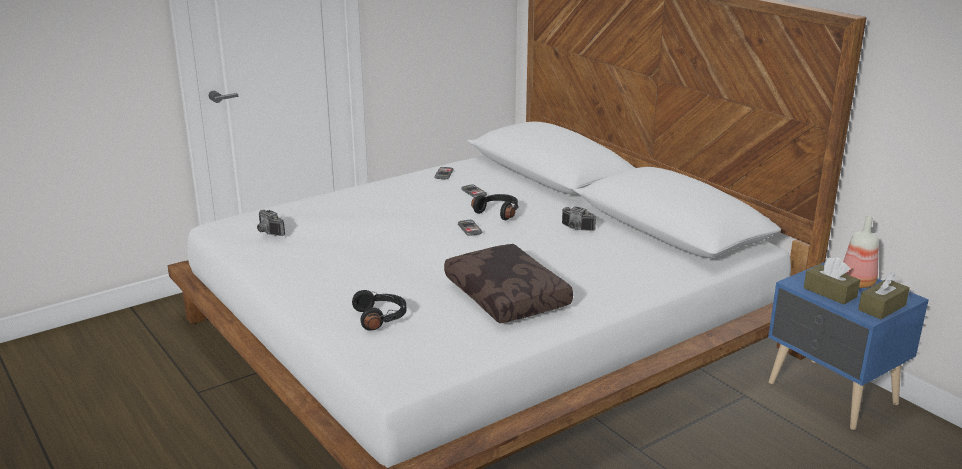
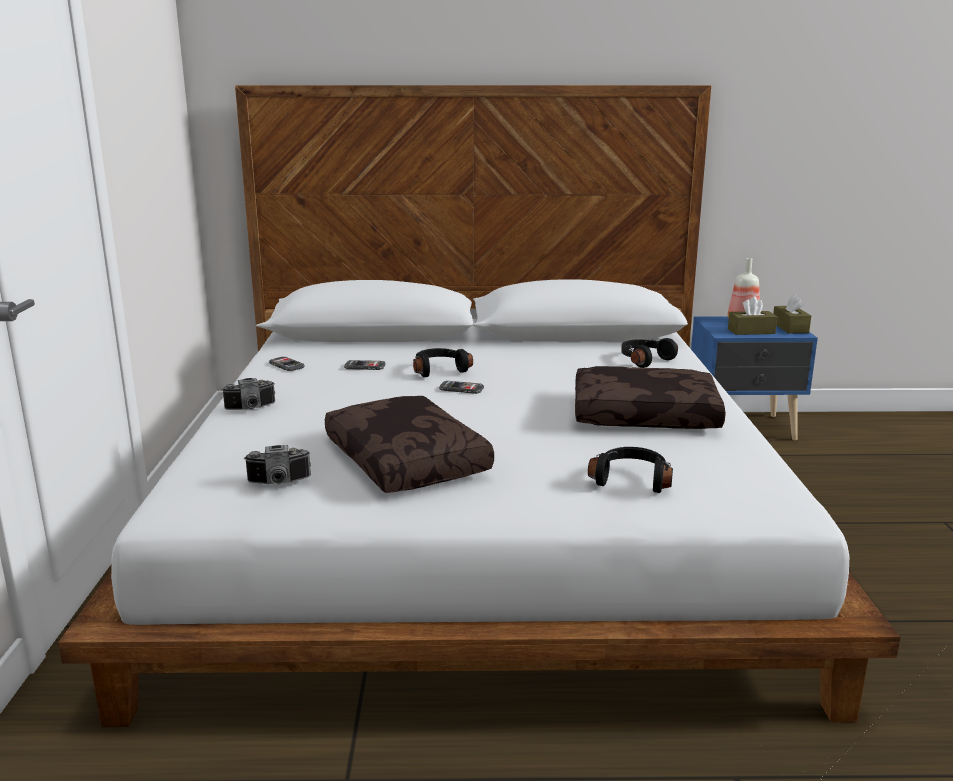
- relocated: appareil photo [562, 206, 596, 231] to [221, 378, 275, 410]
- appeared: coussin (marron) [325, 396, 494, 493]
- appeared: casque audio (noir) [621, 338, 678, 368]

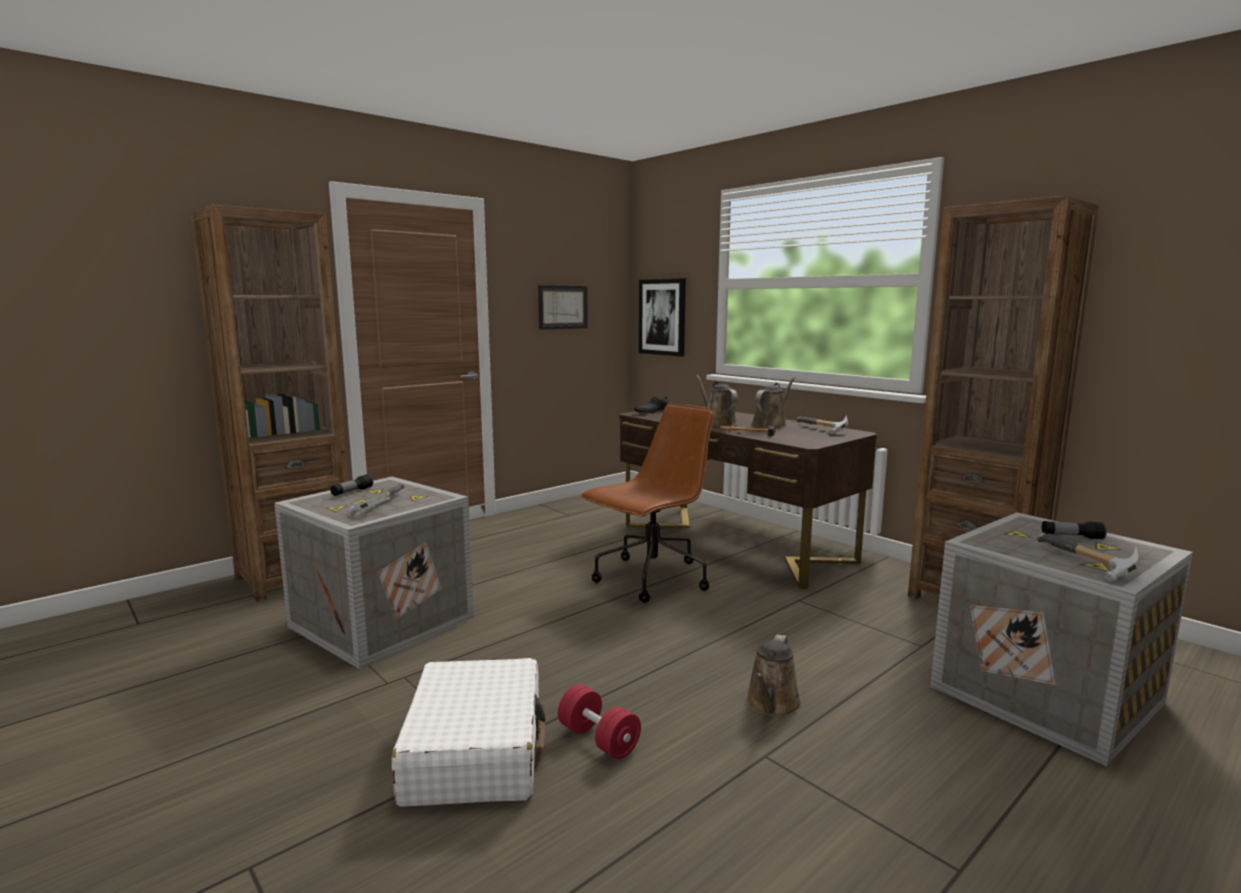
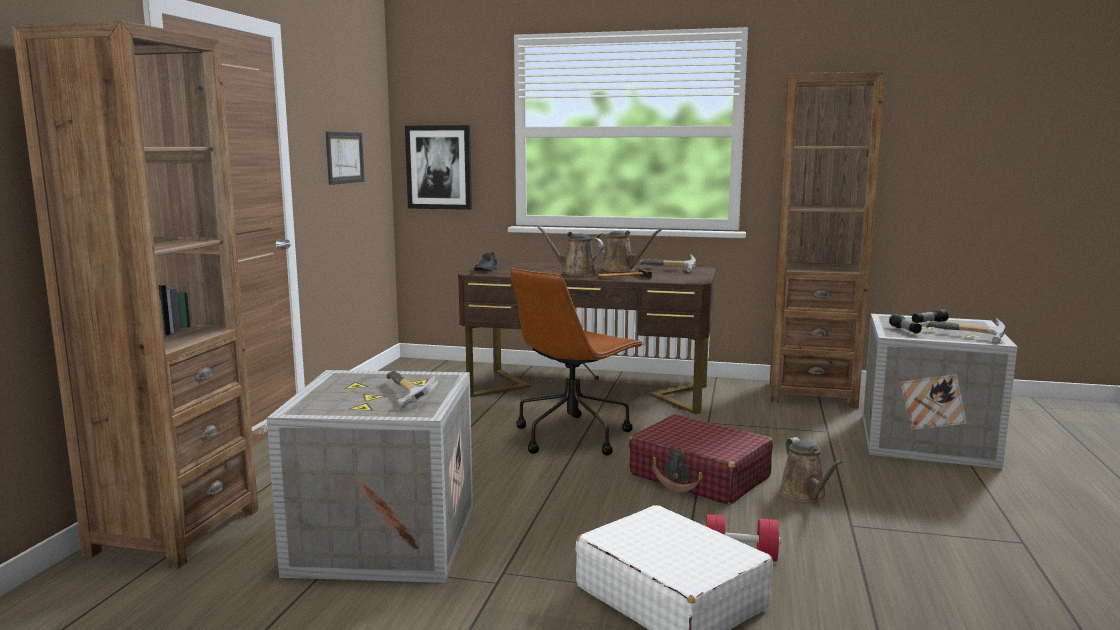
- relocated: lampe de poche [330, 474, 373, 496] to [889, 314, 922, 334]
- spun: chaise de bureau (marron) [580, 404, 714, 603] = [510, 268, 644, 455] 150 degrees counterclockwise
- spun: arrosoir (marron) [751, 377, 796, 428] = [595, 229, 662, 272] 120 degrees clockwise
- appeared: valise (rouge) [629, 414, 773, 505]

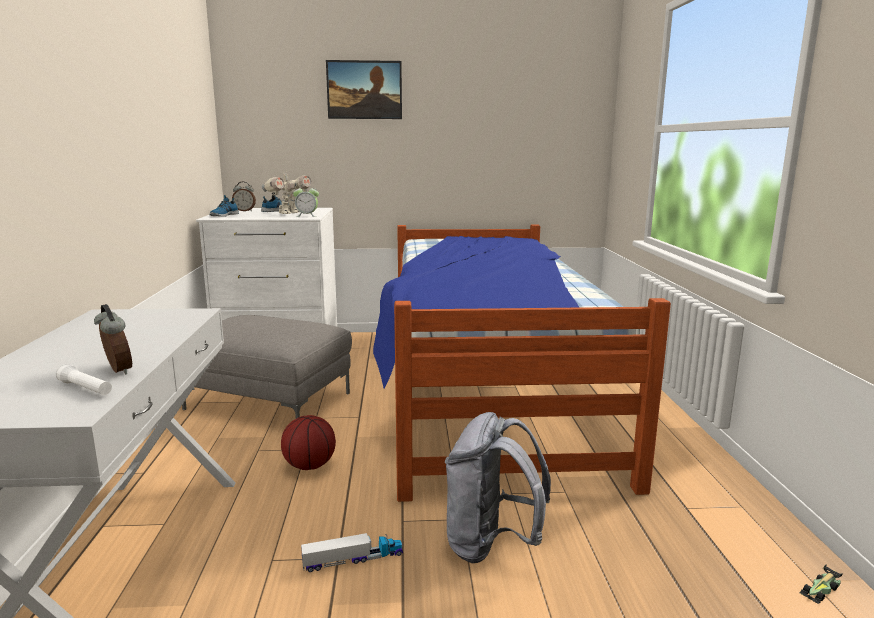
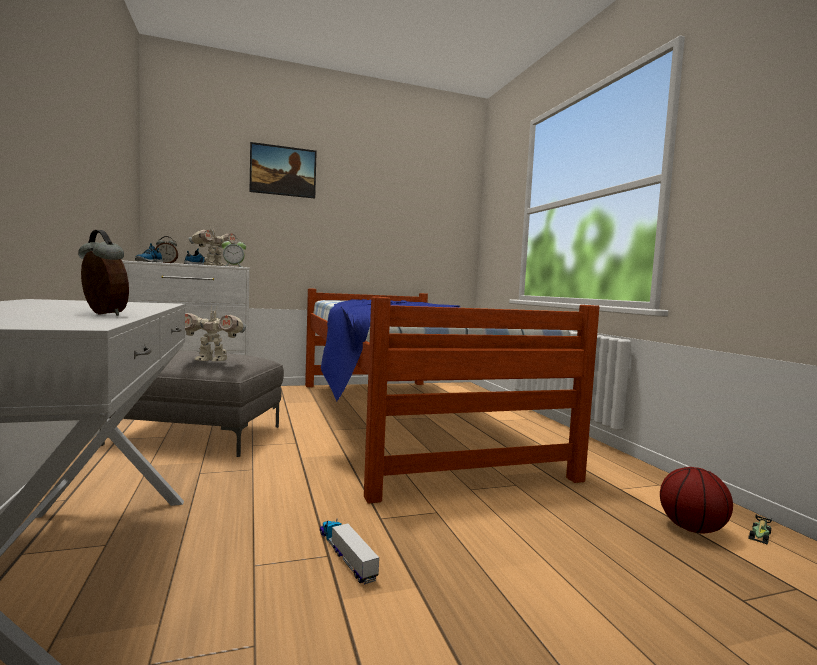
- missing: lampe de poche (blanc) [56, 364, 112, 395]
- relocated: ballon de basket [281, 415, 336, 470] to [660, 467, 733, 534]
- spun: camion jouet [301, 533, 403, 572] = [320, 518, 379, 585] 90 degrees counterclockwise
- missing: sac à dos (gris) [445, 412, 551, 563]
- appeared: robot jouet [185, 307, 246, 361]

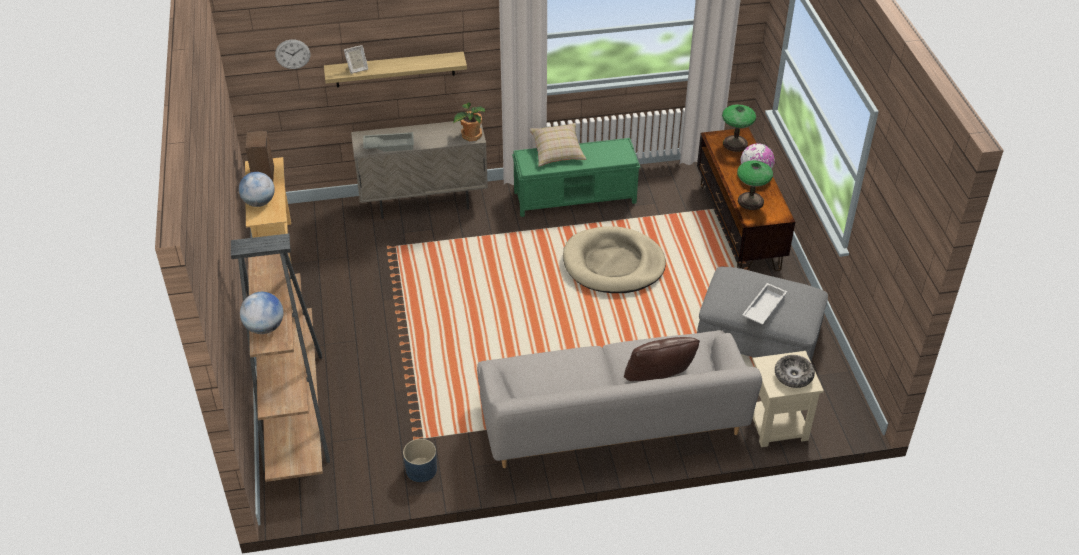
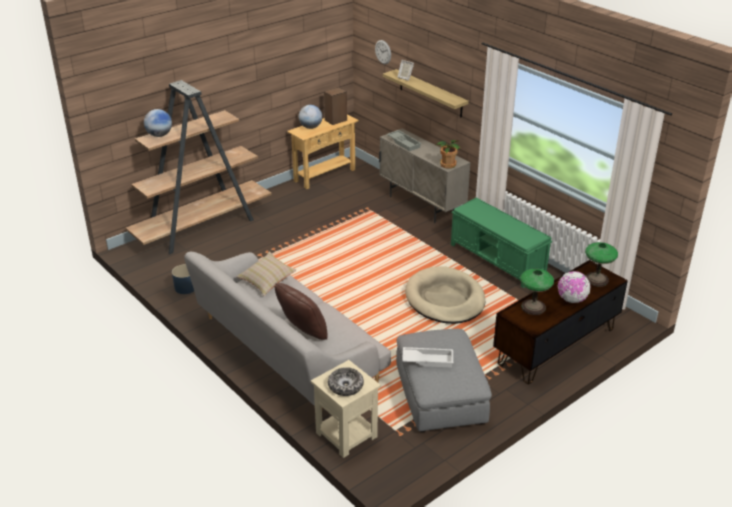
- relocated: coussin (beige) [529, 123, 586, 166] to [236, 251, 296, 296]

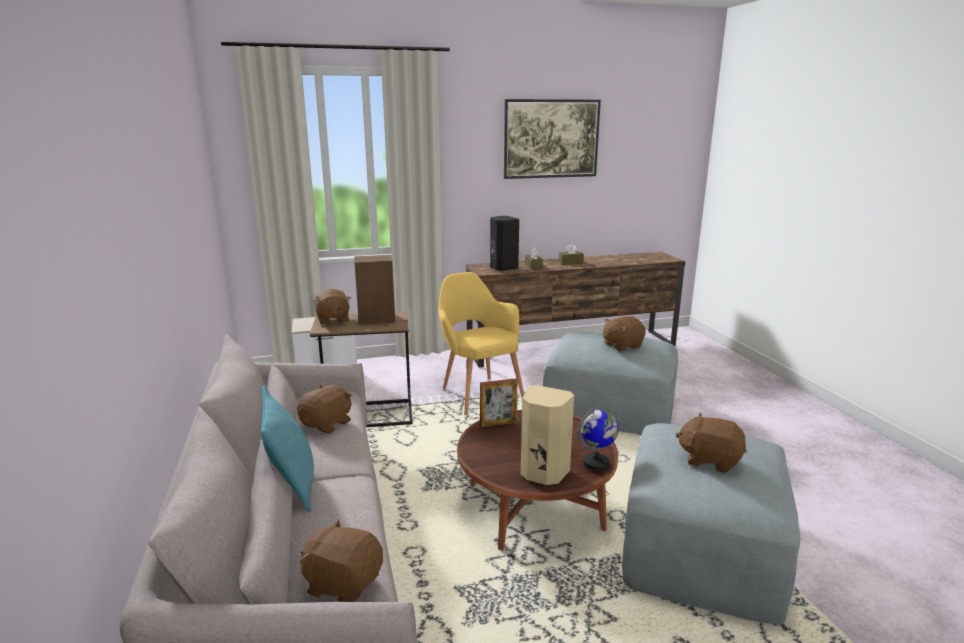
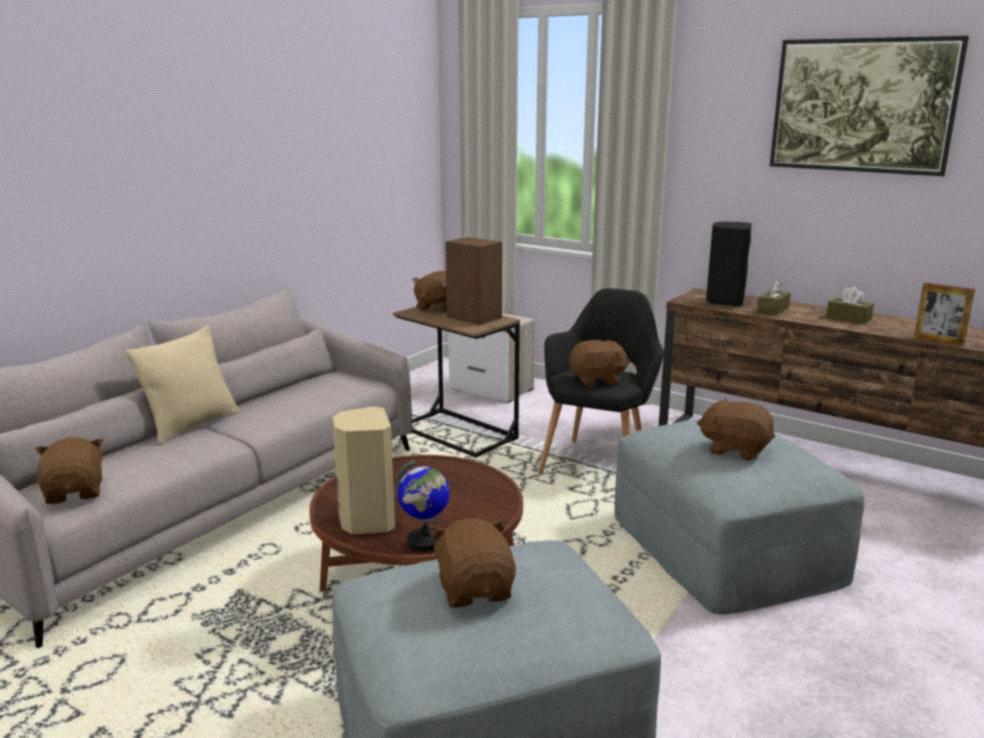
- colour: coussin (turquoise) [261, 385, 314, 512] to coussin (beige) [126, 326, 240, 445]
- relocated: peluche (marron) [297, 385, 352, 434] to [569, 340, 630, 387]
- colour: fauteuil (jaune) [438, 272, 524, 415] to fauteuil (noir) [538, 288, 664, 474]
- relocated: cadre photo [480, 379, 517, 427] to [914, 283, 975, 346]

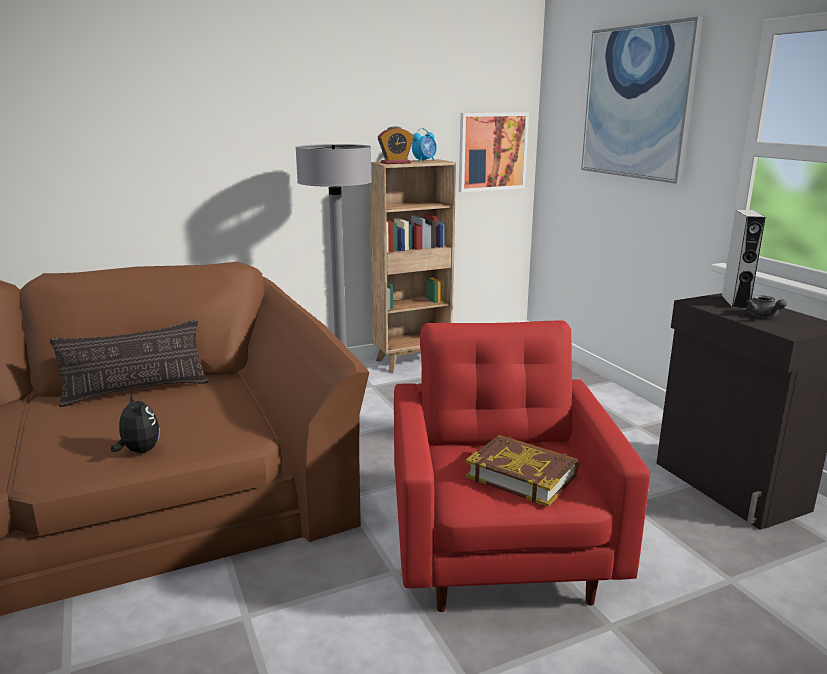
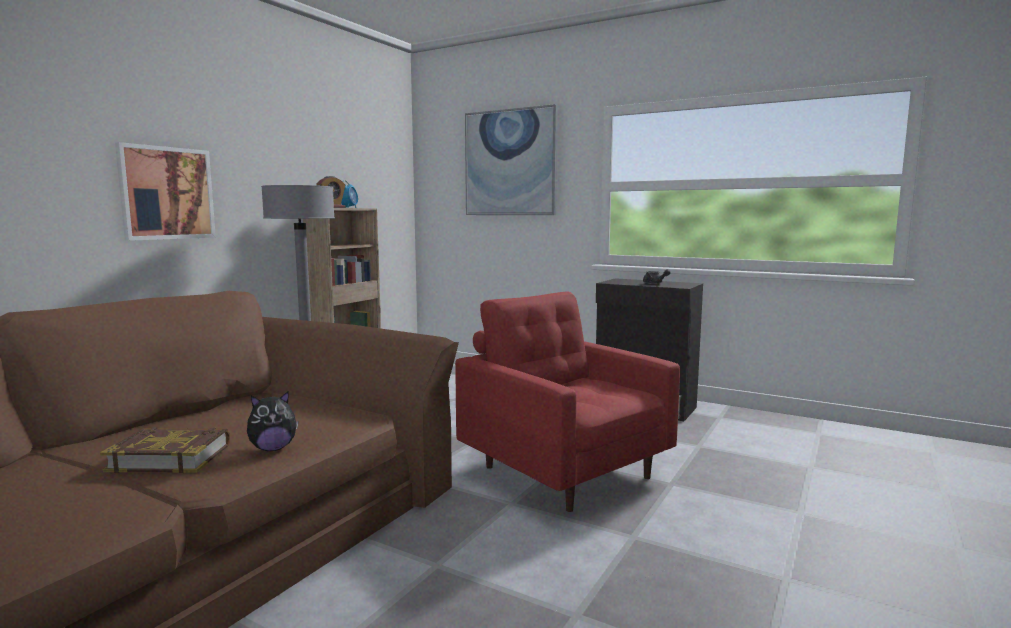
- missing: coussin [50, 319, 209, 407]
- spun: peluche [111, 393, 160, 453] = [247, 392, 299, 451] 135 degrees clockwise
- relocated: tableau [459, 112, 529, 192] to [115, 142, 216, 241]
- relocated: livre [466, 435, 579, 507] to [100, 427, 230, 473]
- missing: enceinte (gris) [722, 210, 766, 309]

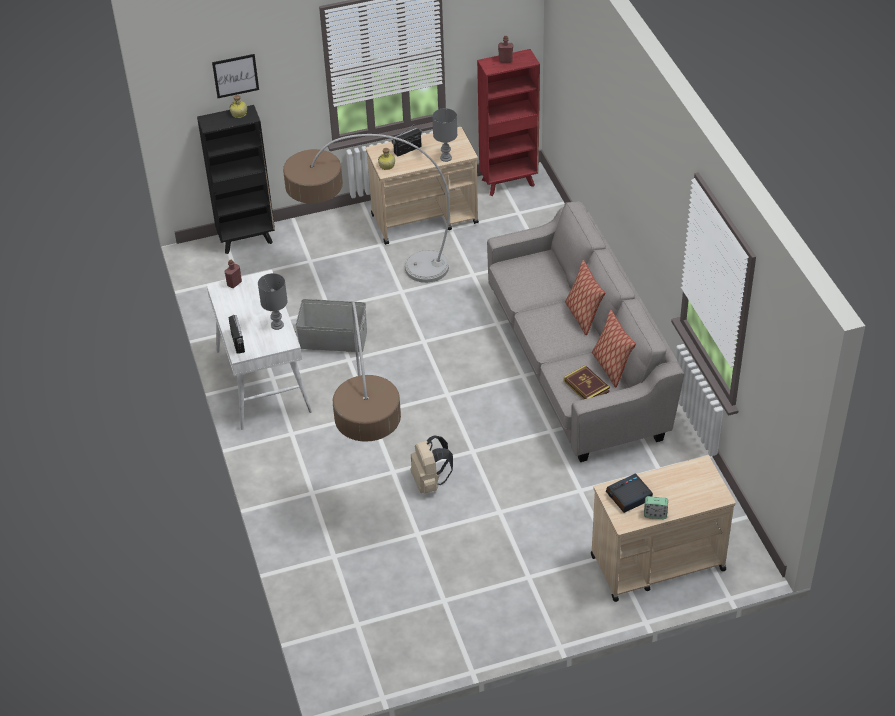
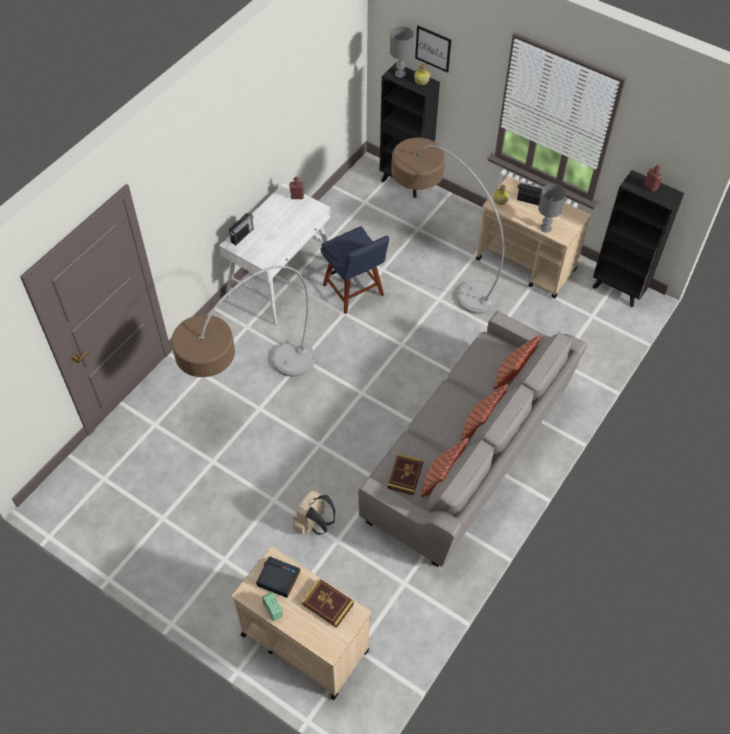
- relocated: lampe de table (gris) [258, 273, 288, 330] to [390, 26, 414, 78]
- exchanged: boîte de rangement (gris) [296, 299, 367, 352] to chaise (bleu) [321, 226, 390, 314]
- relocated: sac à dos (beige) [411, 435, 453, 494] to [293, 490, 335, 535]
- colour: bibliothèque (rouge) [477, 49, 540, 196] to bibliothèque (noir) [592, 170, 684, 307]
- appeared: livre [302, 579, 354, 628]
- appeared: coussin [493, 335, 541, 389]

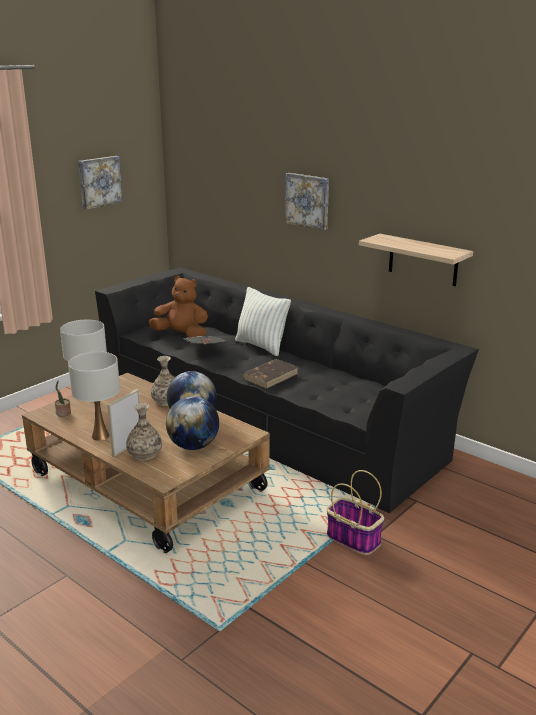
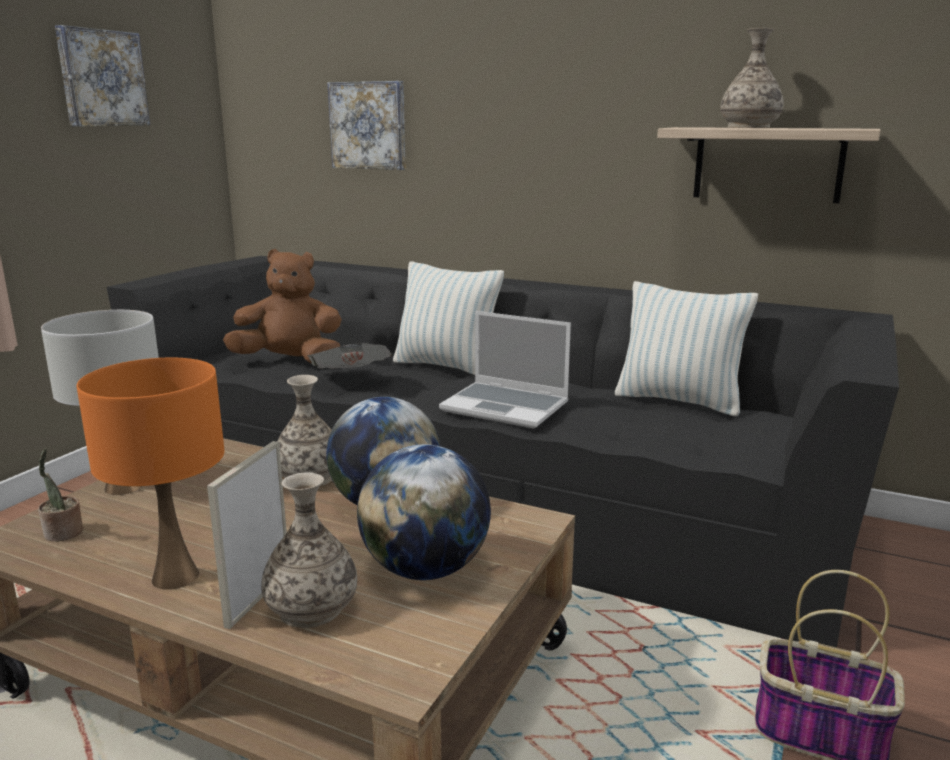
- colour: lampe de table (blanc) [68, 352, 120, 441] to lampe de table (orange) [77, 358, 224, 590]
- exchanged: livre (marron) [242, 359, 298, 389] to ordinateur portable [439, 311, 571, 429]
- relocated: tableau [285, 173, 329, 231] to [327, 81, 406, 170]
- appeared: coussin [615, 281, 758, 416]
- appeared: vase [720, 28, 784, 128]

